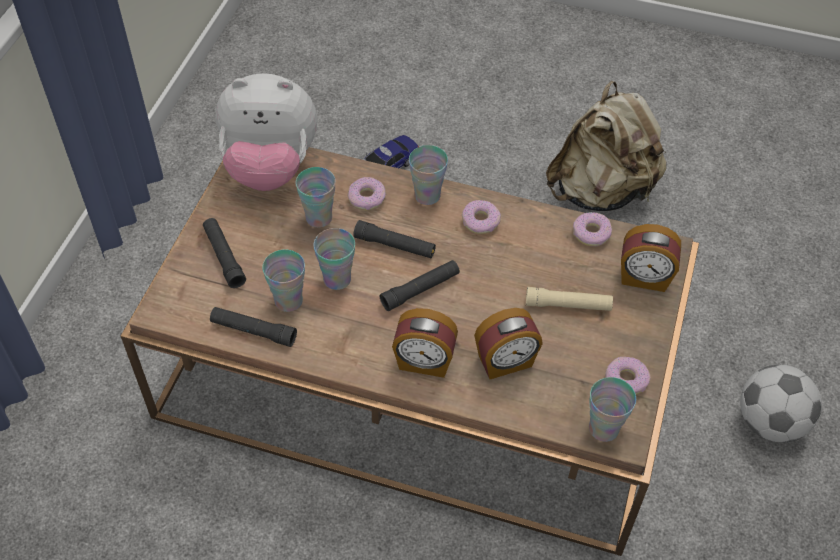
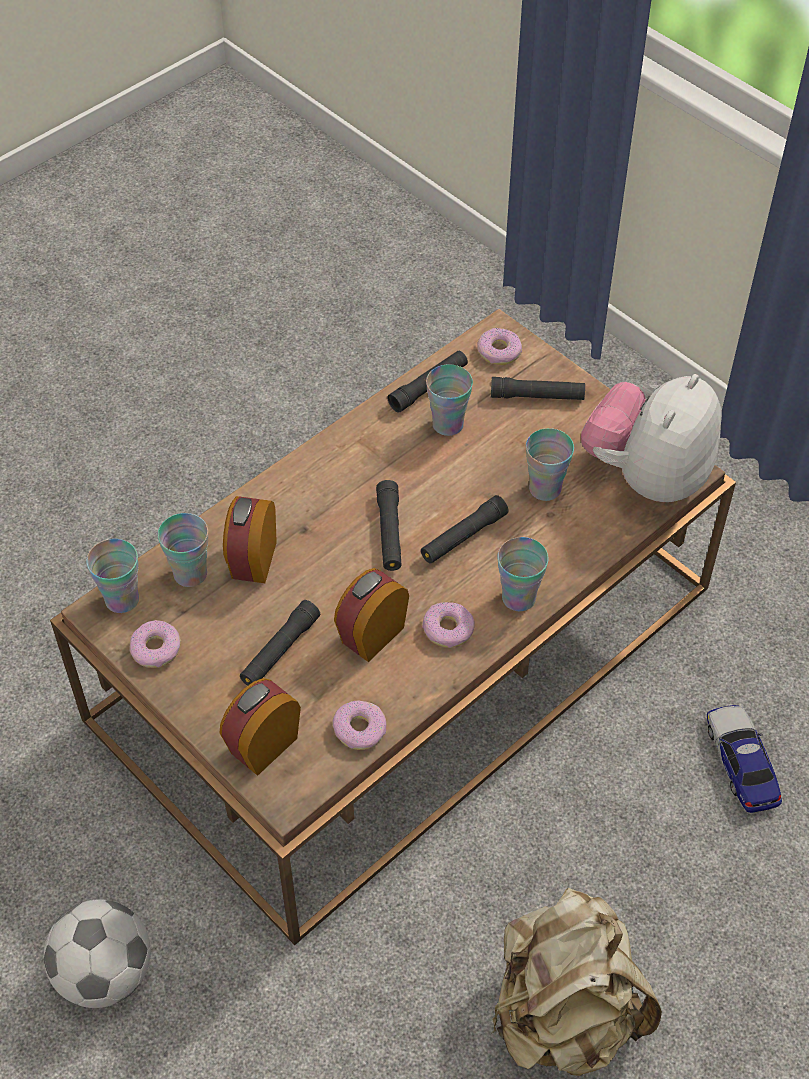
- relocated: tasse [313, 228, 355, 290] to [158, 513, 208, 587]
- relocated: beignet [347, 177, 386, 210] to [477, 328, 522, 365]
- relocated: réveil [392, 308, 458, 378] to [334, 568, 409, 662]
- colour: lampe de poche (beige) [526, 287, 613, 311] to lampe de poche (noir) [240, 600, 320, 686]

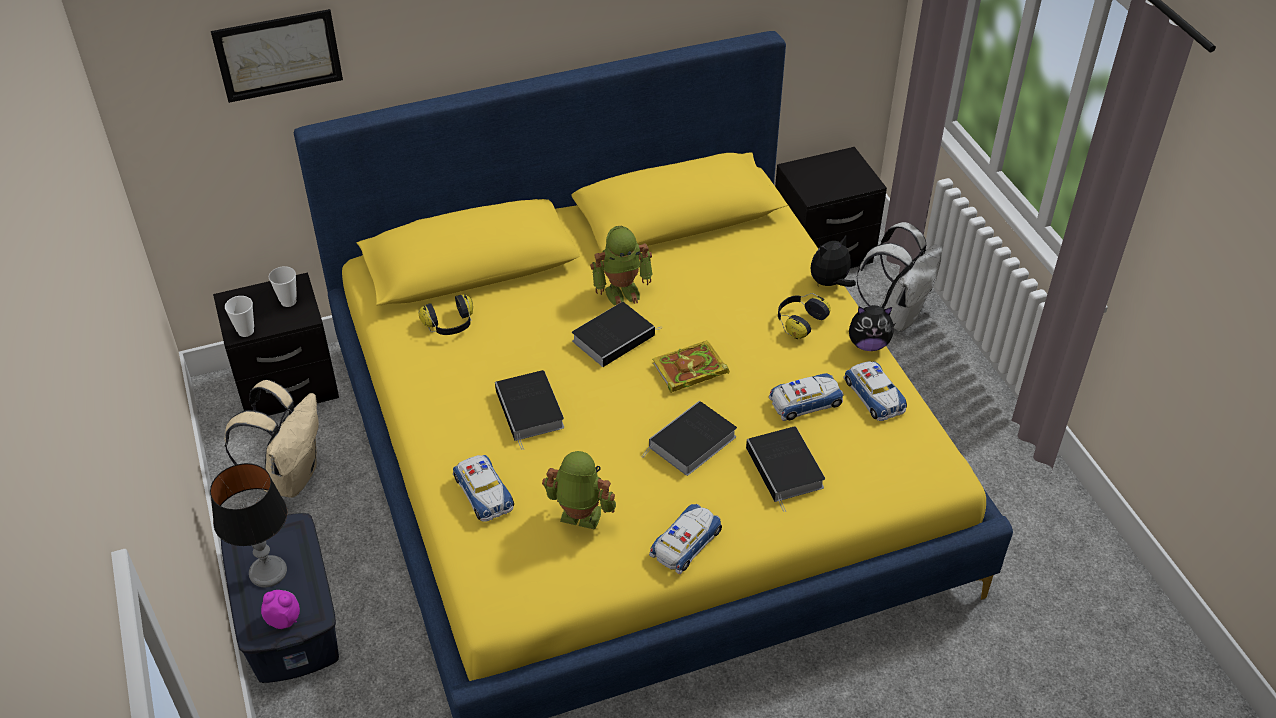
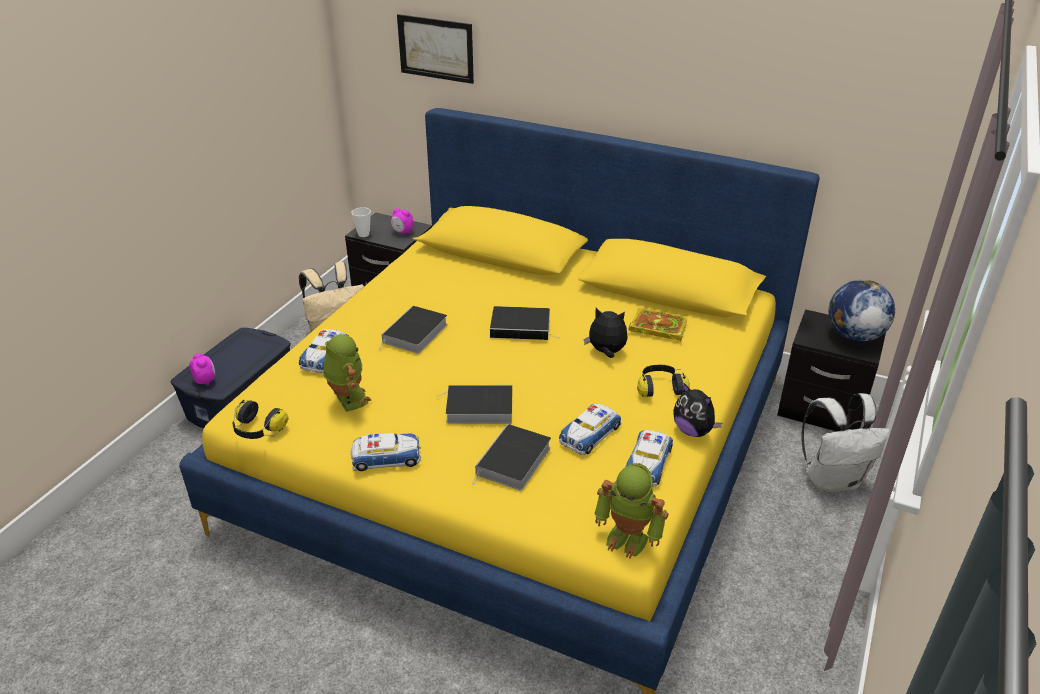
- missing: lampe de table [210, 463, 287, 588]
- exchanged: tasse [269, 266, 297, 307] to réveil [391, 208, 414, 234]
- relocated: casque audio [418, 294, 473, 335] to [232, 400, 288, 439]
- relocated: robot jouet [590, 226, 653, 305] to [594, 463, 669, 559]
- relocated: livre [652, 340, 729, 393] to [629, 308, 688, 342]
- spun: petite voiture [769, 373, 844, 421] = [559, 404, 622, 455] 105 degrees clockwise
- relocated: peluche [811, 236, 856, 287] to [584, 308, 628, 358]
- appeared: globe [828, 279, 896, 342]

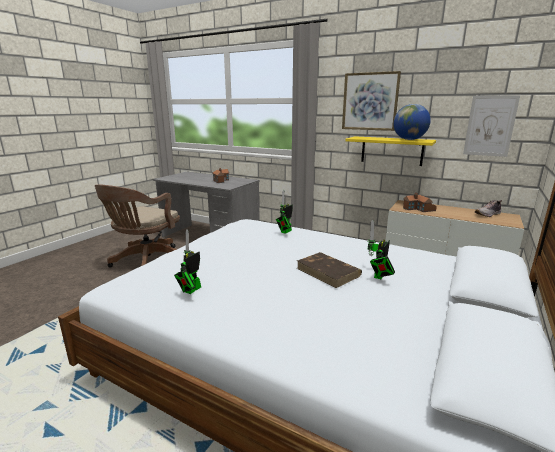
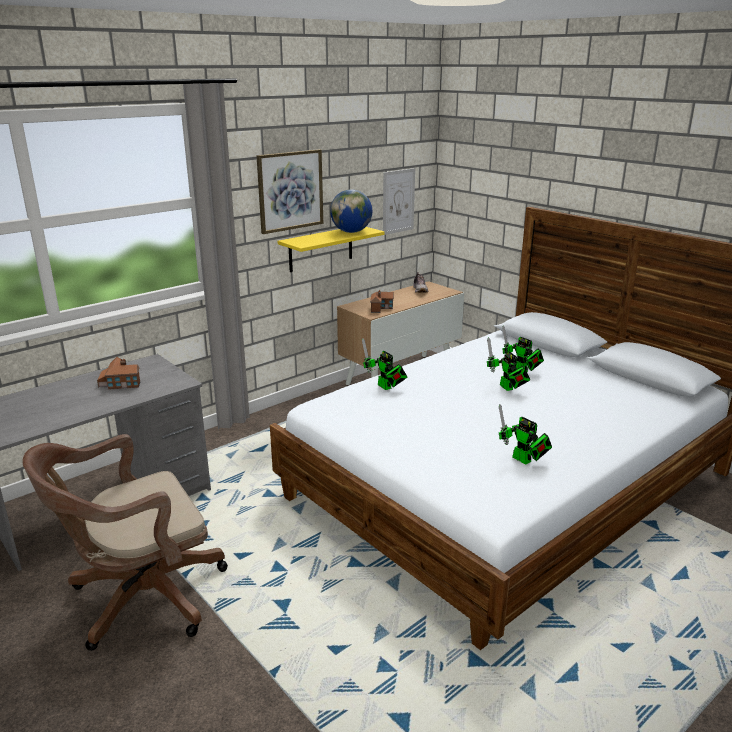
- spun: chaise de bureau (marron) [95, 184, 180, 268] = [22, 434, 228, 651] 105 degrees clockwise
- exchanged: livre (marron) [297, 252, 362, 288] to robot jouet [487, 337, 531, 391]

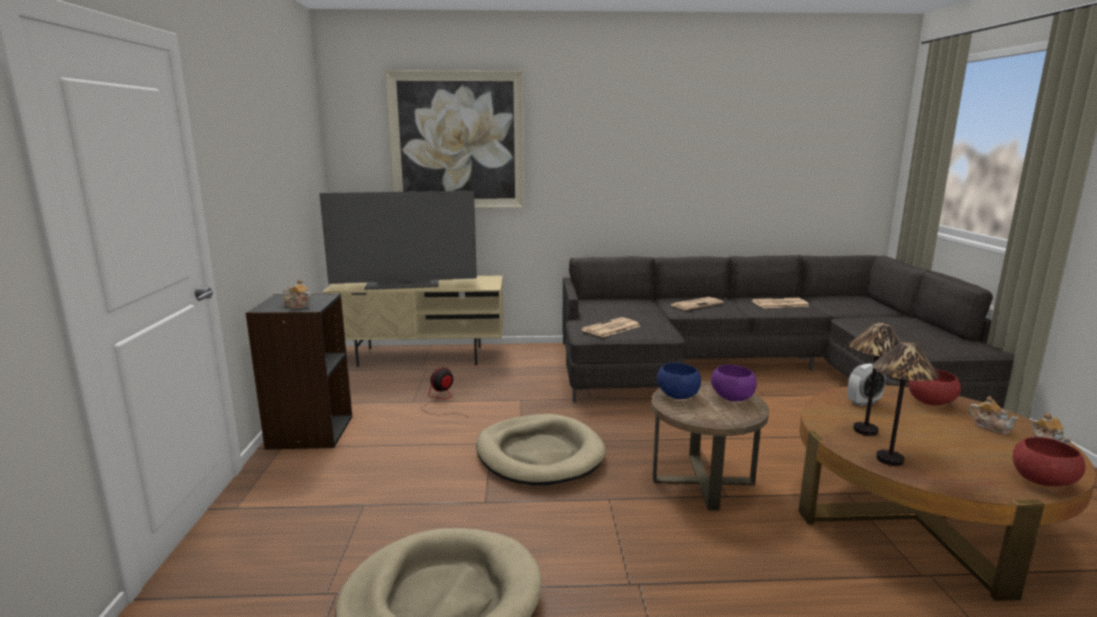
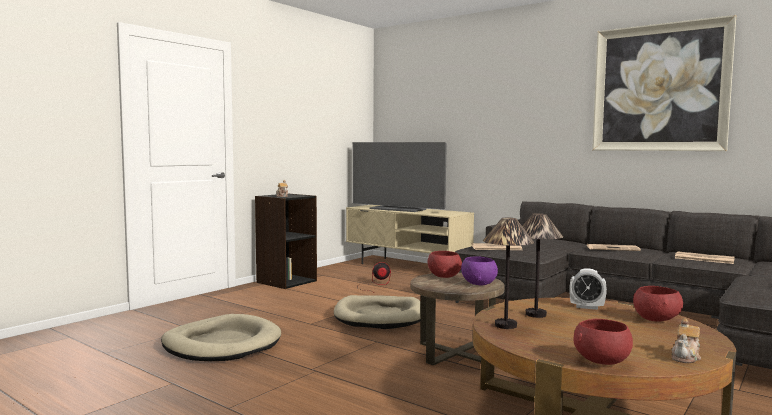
- relocated: tableau [385, 70, 525, 208] to [592, 15, 736, 151]
- colour: bol (bleu) [657, 363, 701, 399] to bol (rouge) [428, 251, 462, 278]
- missing: théière [969, 396, 1019, 435]

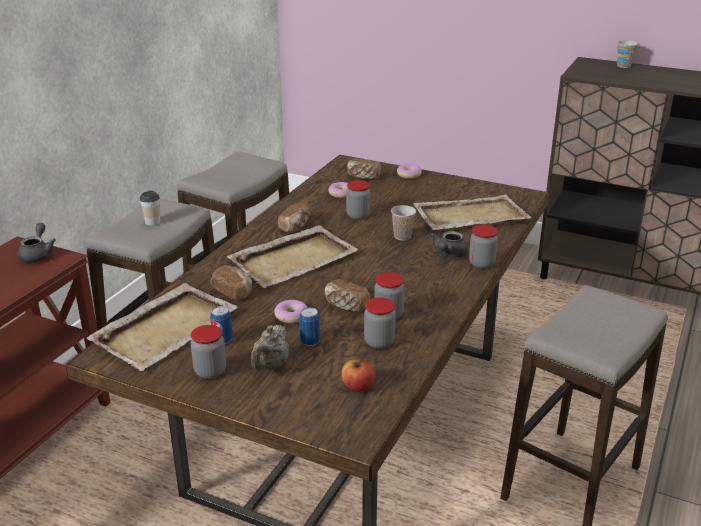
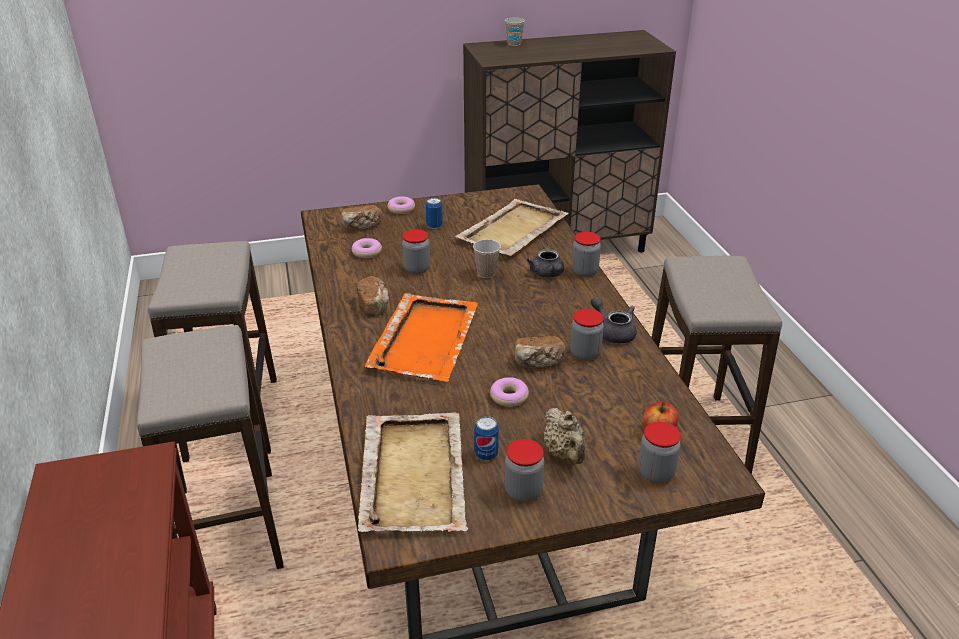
- relocated: théière (gris) [18, 223, 56, 263] to [590, 296, 637, 344]
- missing: tasse [140, 191, 160, 226]
- missing: pain [211, 265, 252, 299]
- colour: plateau (beige) [227, 225, 358, 288] to plateau (orange) [365, 293, 478, 382]
- relocated: boîte métallique [299, 307, 320, 346] to [426, 197, 443, 229]
- relocated: bocal [364, 297, 396, 349] to [638, 422, 681, 483]

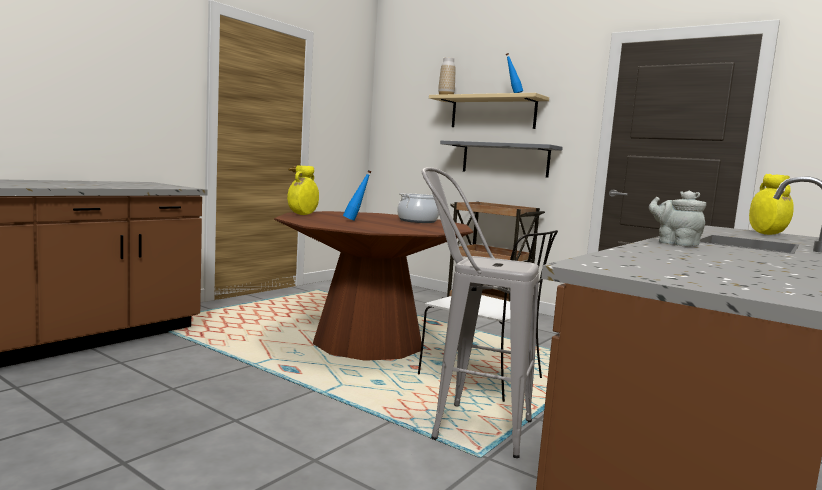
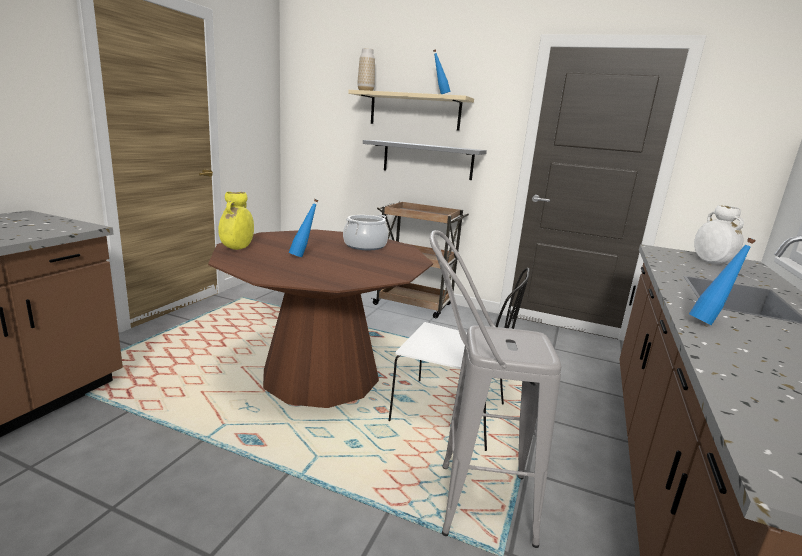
- exchanged: théière (gris) [649, 190, 706, 246] to bouteille (bleu) [689, 238, 756, 325]
- colour: vase (jaune) [749, 174, 794, 235] to vase (blanc) [694, 205, 744, 264]

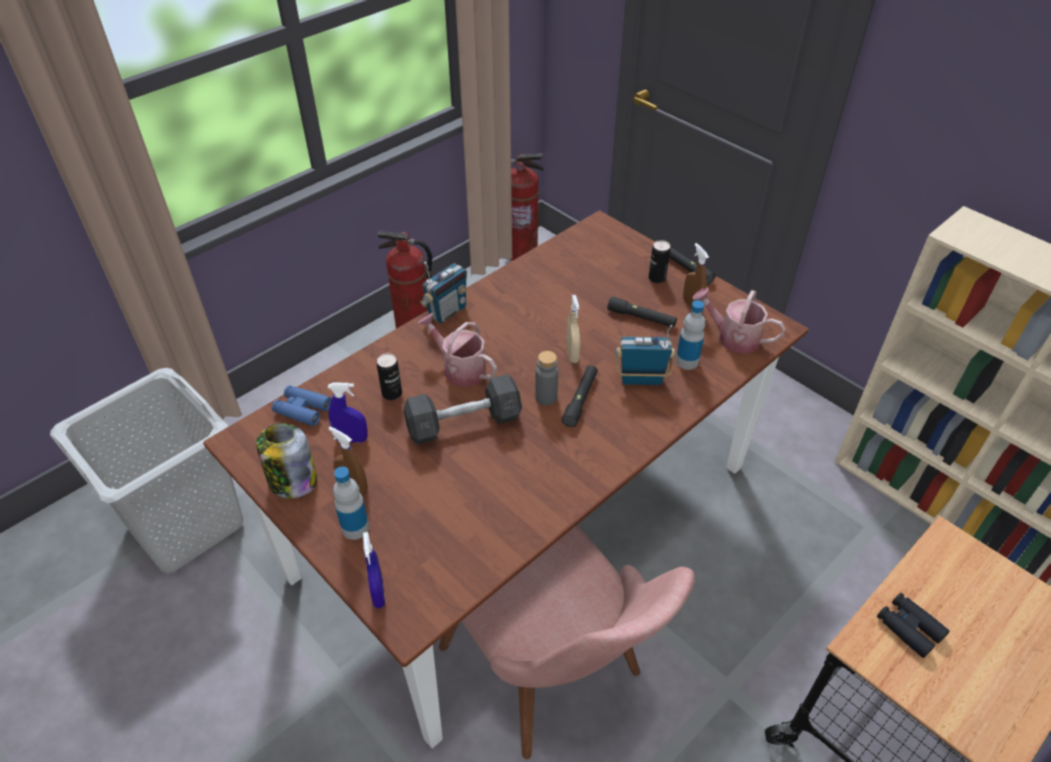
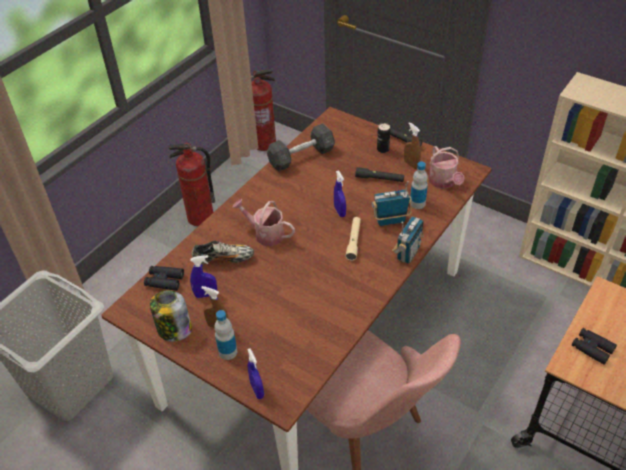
- colour: jumelles (bleu) [272, 385, 331, 426] to jumelles (noir) [144, 266, 184, 291]
- exchanged: boîte métallique [377, 353, 402, 400] to chaussure [192, 241, 254, 264]
- relocated: haltère (gris) [404, 374, 522, 445] to [267, 124, 335, 172]
- relocated: radio [420, 262, 467, 323] to [392, 216, 424, 264]
- missing: bouteille (gris) [535, 351, 558, 405]
- colour: lampe de poche (noir) [561, 365, 598, 427] to lampe de poche (beige) [346, 217, 361, 261]
- colour: vaporisateur (beige) [566, 295, 580, 363] to vaporisateur (bleu) [334, 170, 346, 217]
- spun: arrosoir [693, 288, 786, 354] = [429, 146, 465, 189] 120 degrees counterclockwise

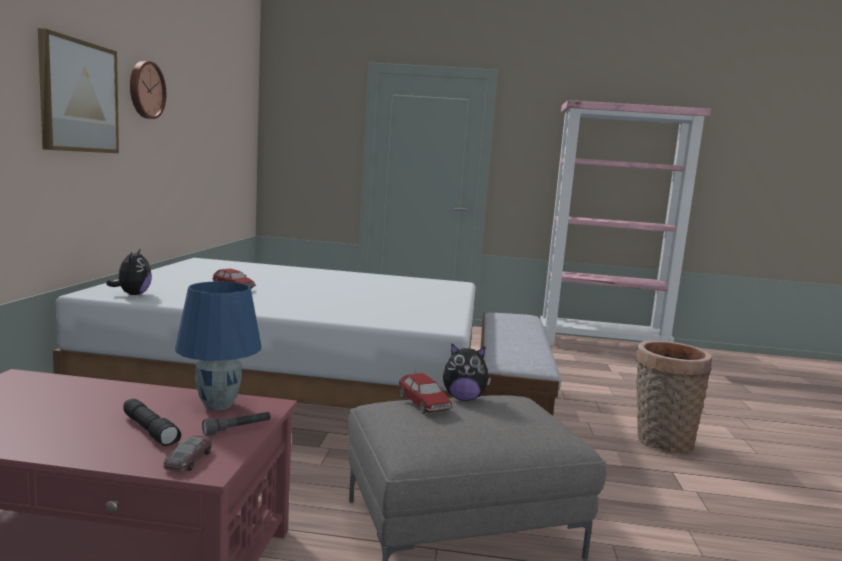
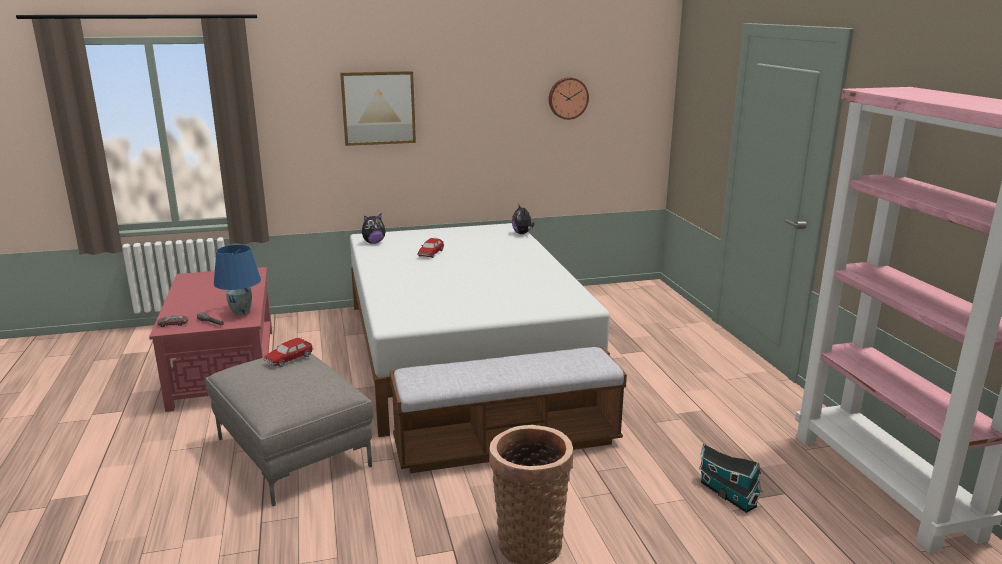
- missing: lampe de poche (noir) [123, 399, 181, 446]
- relocated: horloge murale [130, 61, 166, 119] to [549, 77, 589, 120]
- relocated: peluche [443, 344, 491, 401] to [512, 205, 535, 234]
- appeared: maison miniature [699, 443, 762, 513]

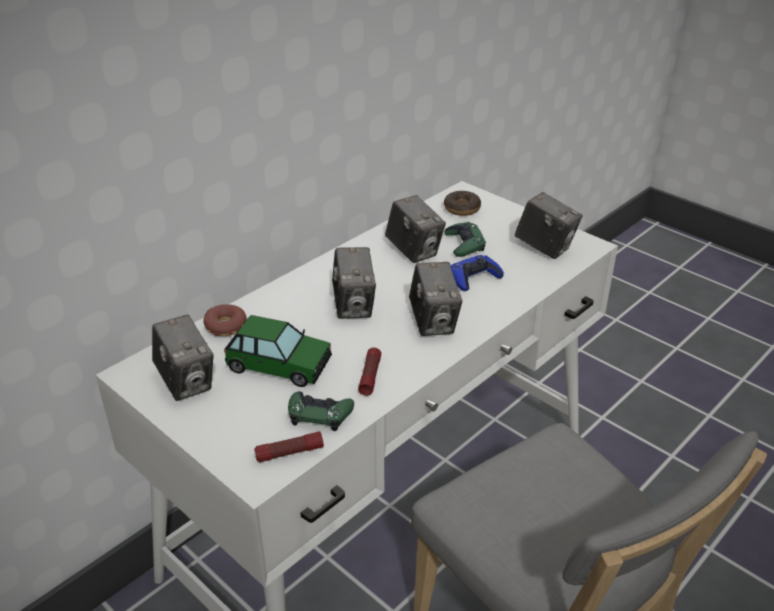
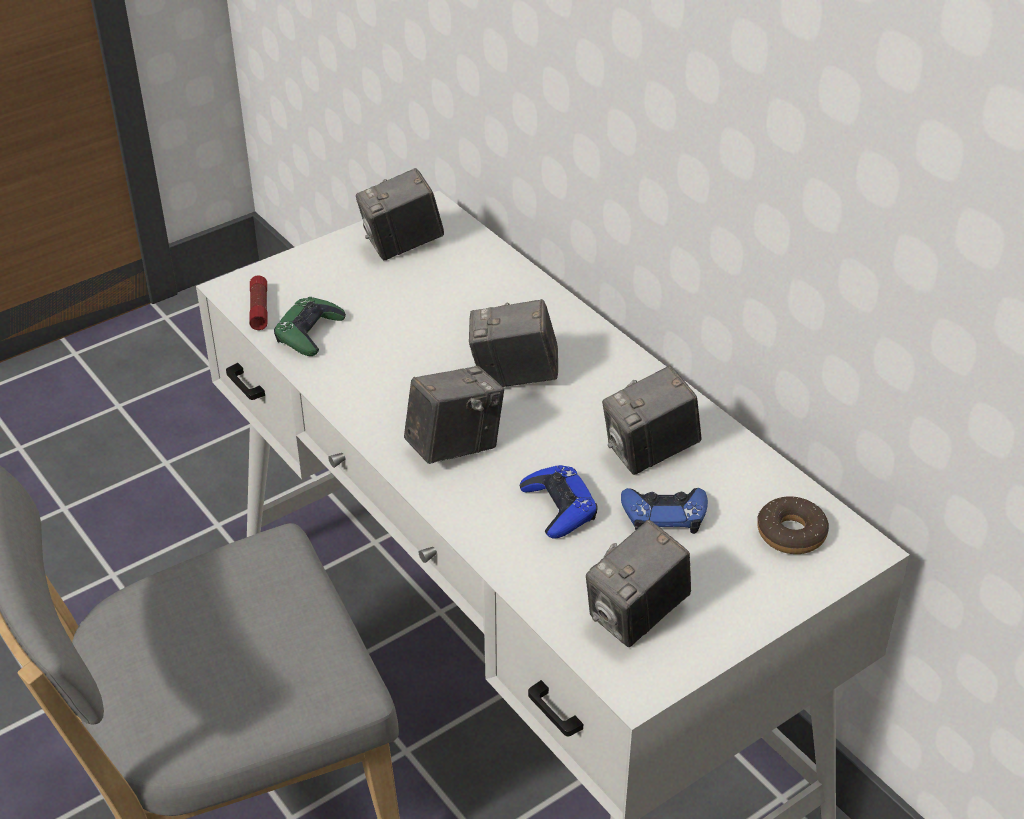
- missing: beignet [203, 304, 247, 336]
- missing: petite voiture [224, 315, 332, 387]
- missing: lampe de poche [358, 348, 381, 396]
- spun: appareil photo [409, 262, 462, 336] = [404, 366, 504, 464] 150 degrees clockwise
- colour: manette (vert) [444, 222, 486, 257] to manette (bleu) [621, 488, 708, 534]

